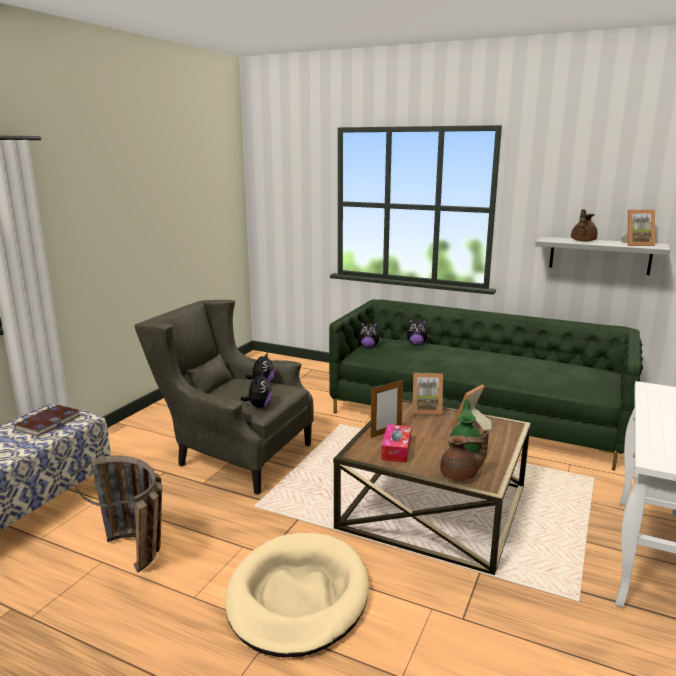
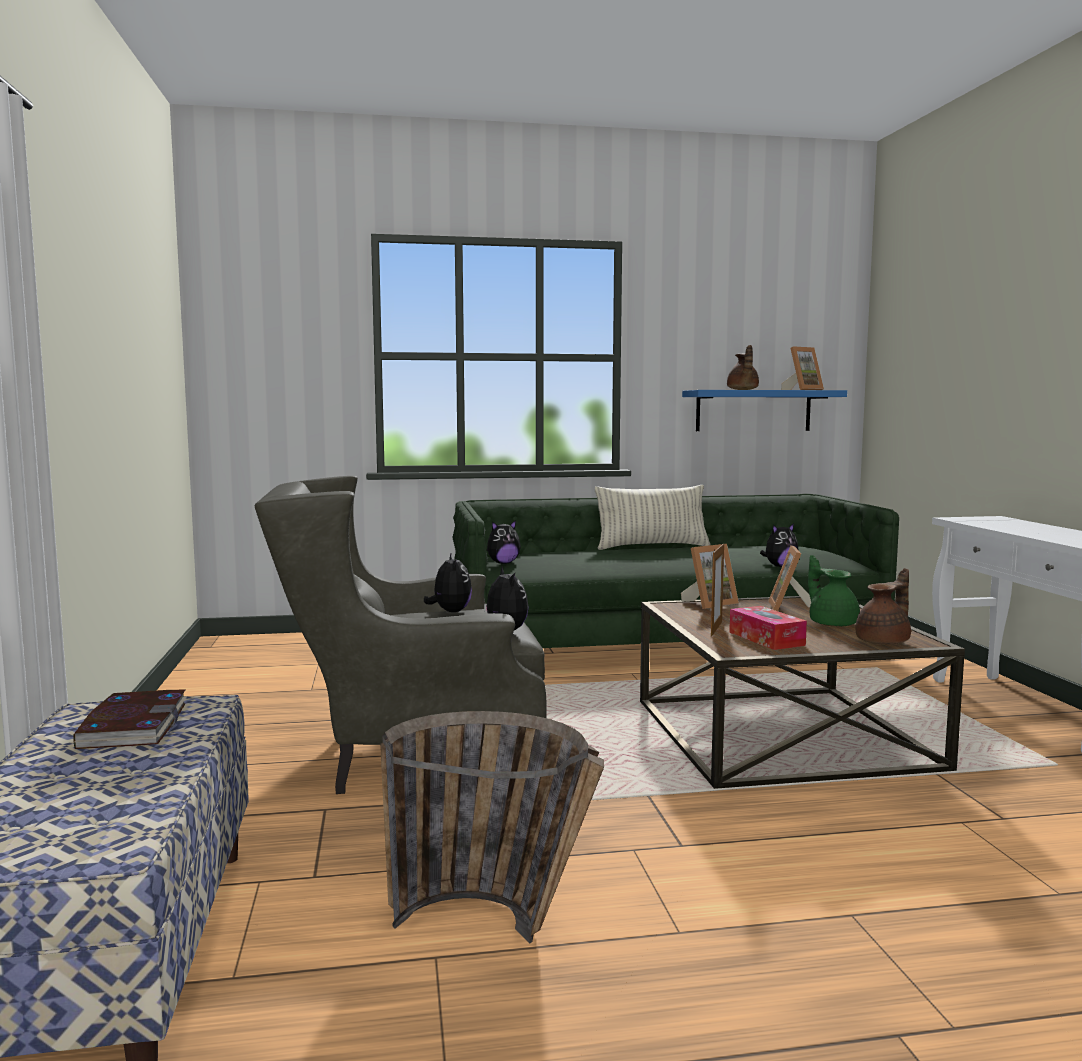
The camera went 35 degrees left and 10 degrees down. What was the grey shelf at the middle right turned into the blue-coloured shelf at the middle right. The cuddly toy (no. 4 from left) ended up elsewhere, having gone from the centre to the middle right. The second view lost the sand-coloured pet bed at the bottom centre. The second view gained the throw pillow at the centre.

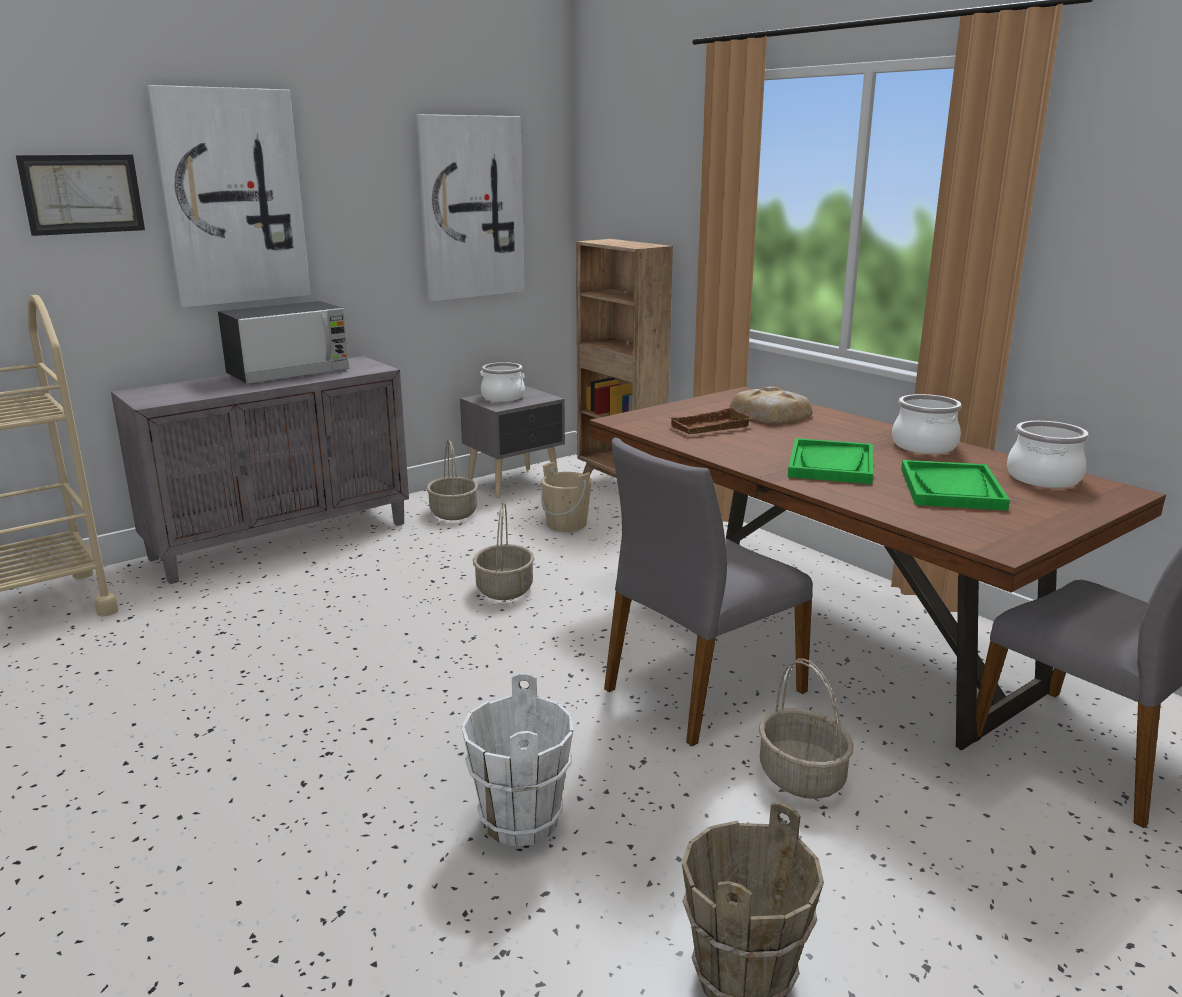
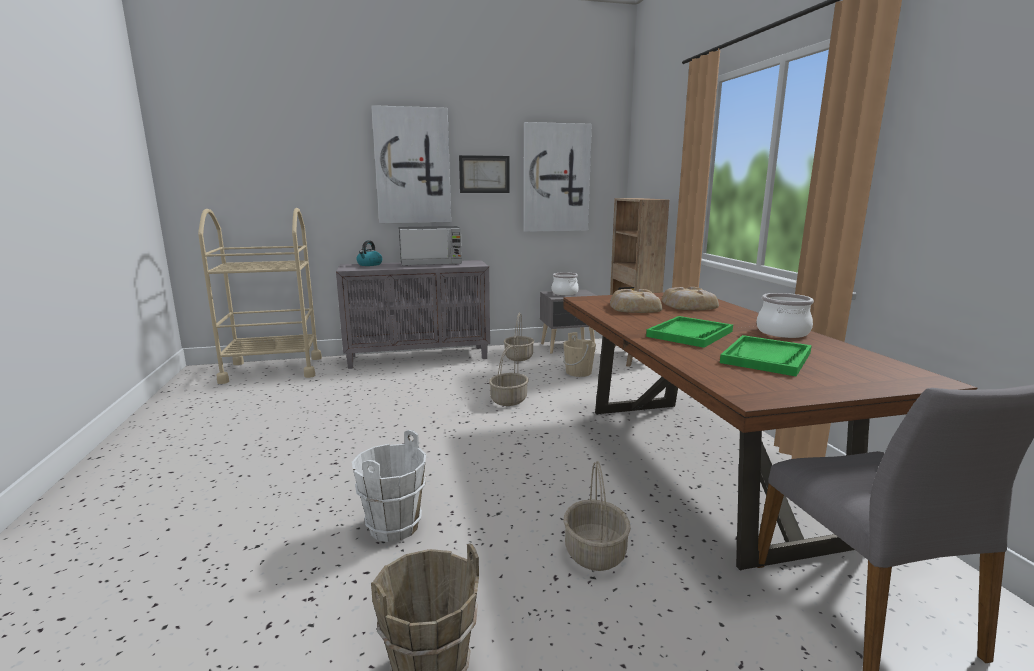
The camera went 25 degrees right and 5 degrees down. The picture (no. 1 from left in the first image) ended up elsewhere, having gone from the top left to the top centre. Where the brown-coloured carrying tray stood at the centre, the bread (no. 1 from left) came to stand at the centre. The second view lost the saucepot (no. 3 from left) at the middle right. The second view lost the grey upright chair (no. 1 from left) at the centre. The second view gained the tea kettle at the centre.

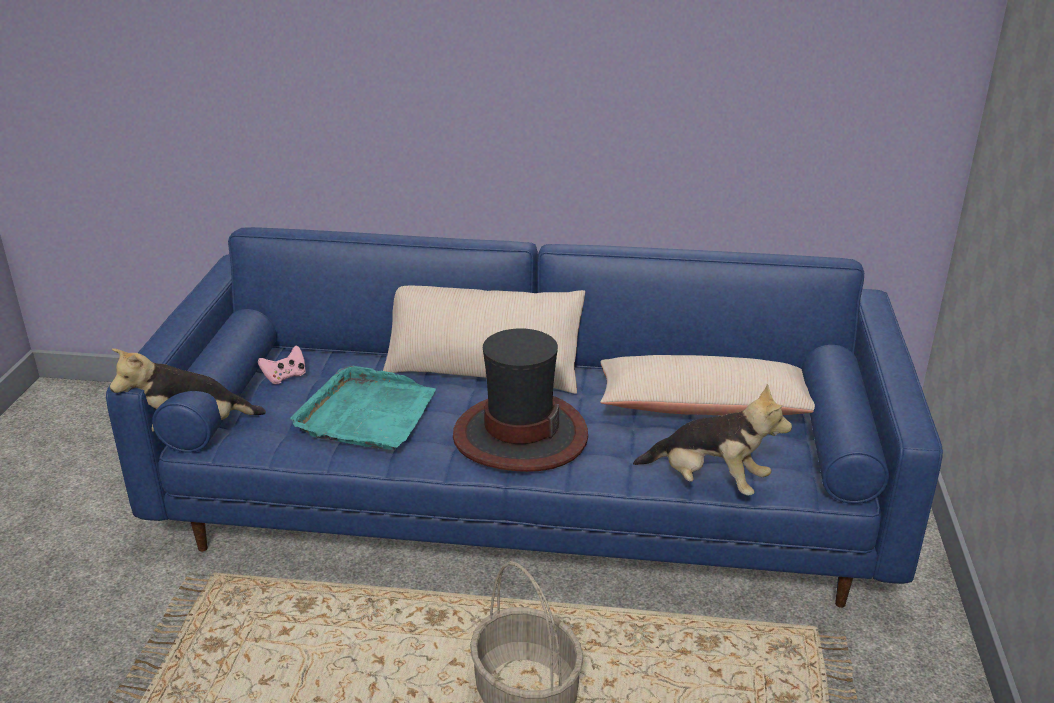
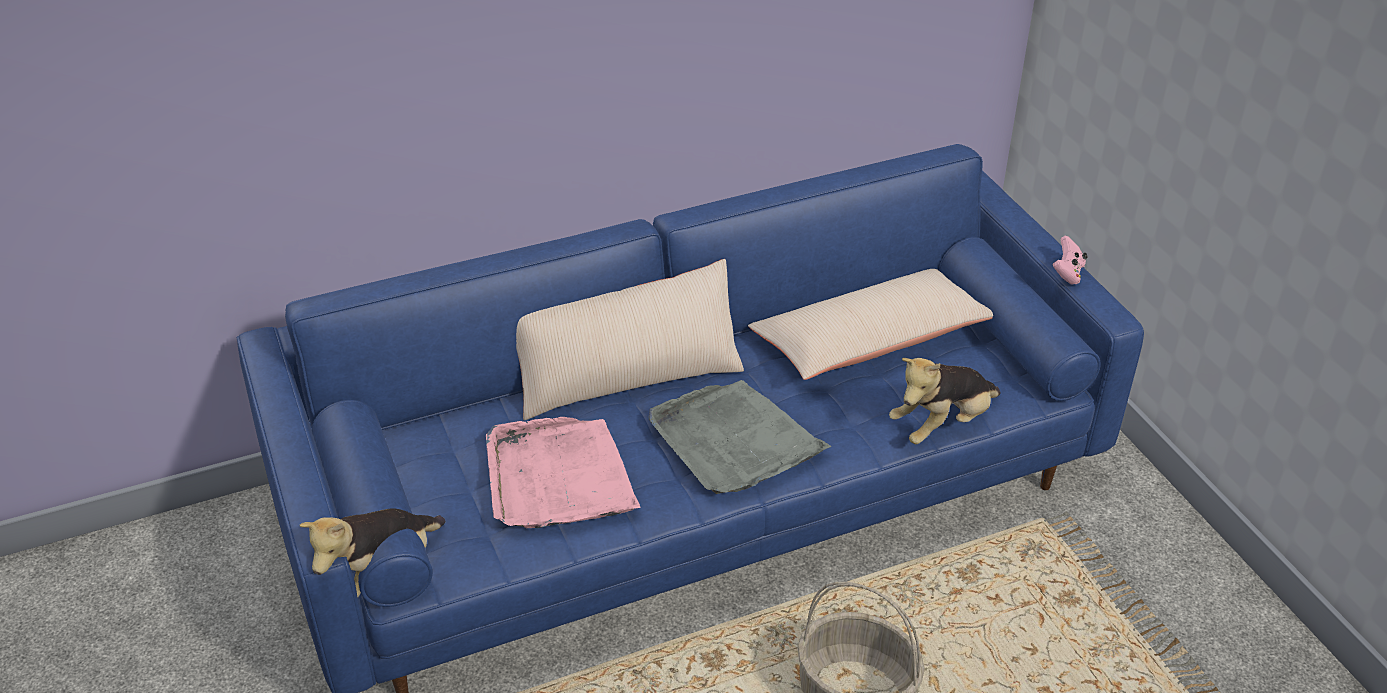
The camera went 30 degrees left and 10 degrees up. Where the hat stood at the centre, the grey carrying tray came to stand at the centre. The pinkish gamepad ended up elsewhere, having gone from the middle left to the middle right. What was the turquoise-coloured carrying tray at the centre turned into the pinkish carrying tray at the bottom centre. The cuddly toy (no. 2 from left) at the middle right ended up facing another way, 150 degrees clockwise from before.

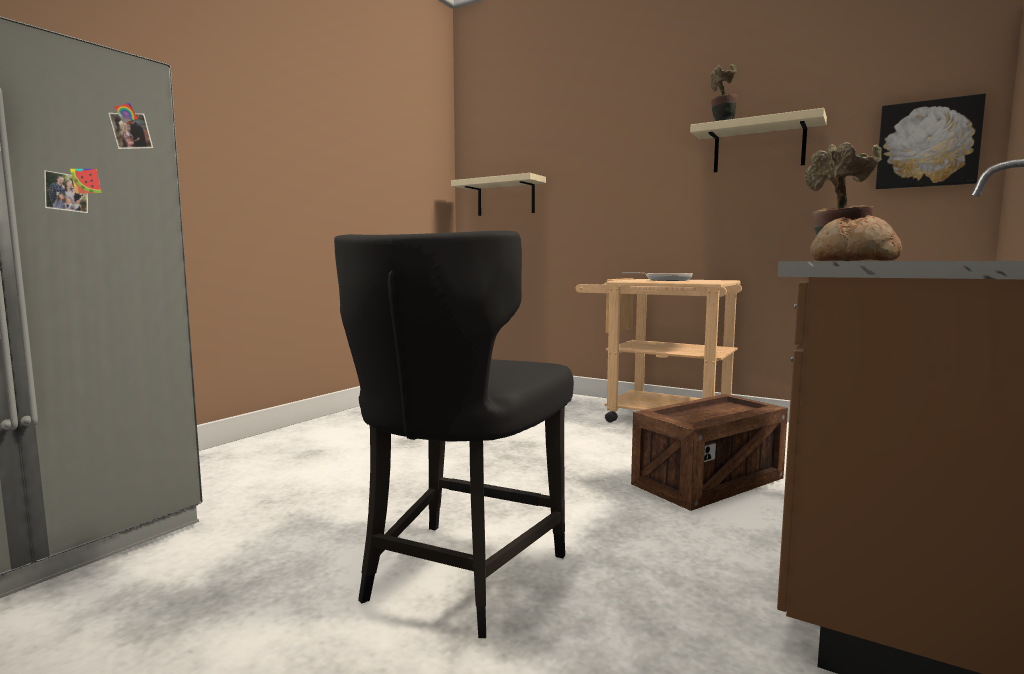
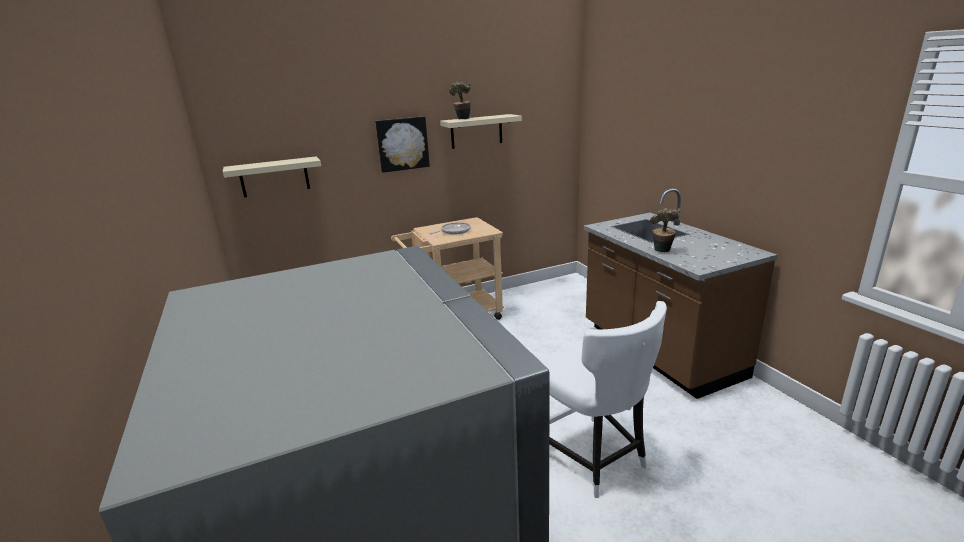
The camera went 55 degrees left and 15 degrees up. The picture ended up elsewhere, having gone from the top right to the top centre. The second view lost the bread at the middle right. What was the blackish upright chair at the centre turned into the white-coloured upright chair at the bottom centre. The second view lost the shipping crate at the bottom right.

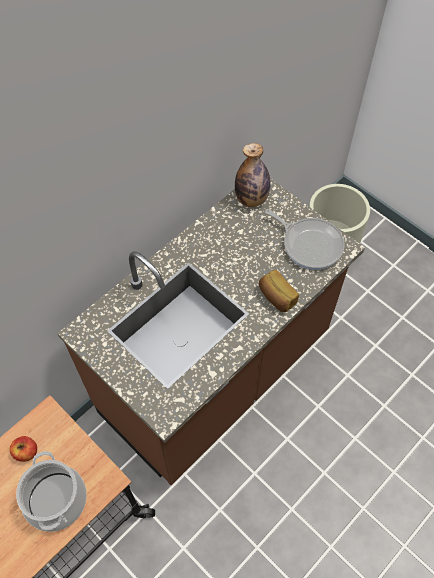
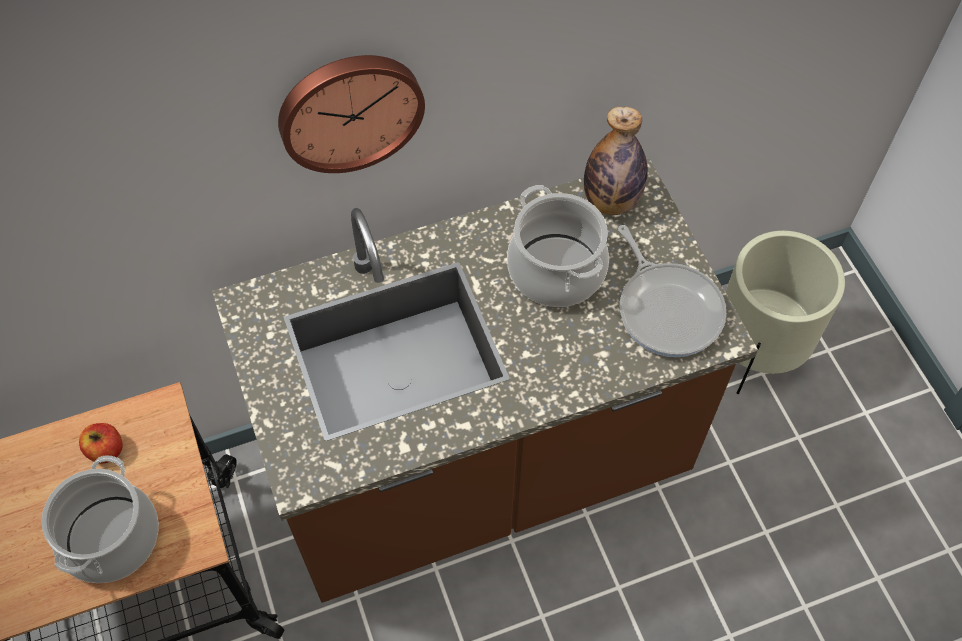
The camera went 25 degrees right and 0 degrees up. The second view lost the bread at the centre. The second view gained the clock on the wall at the top centre. The second view gained the saucepot (no. 2 from left) at the centre.

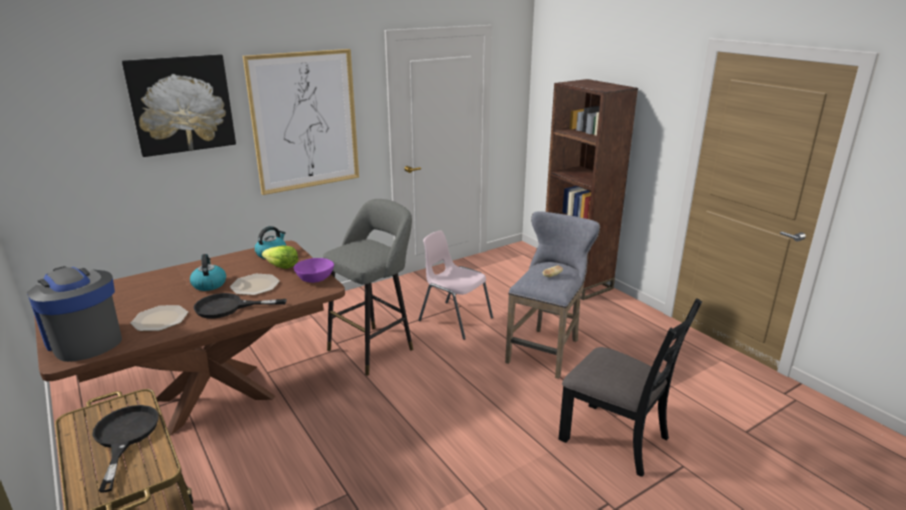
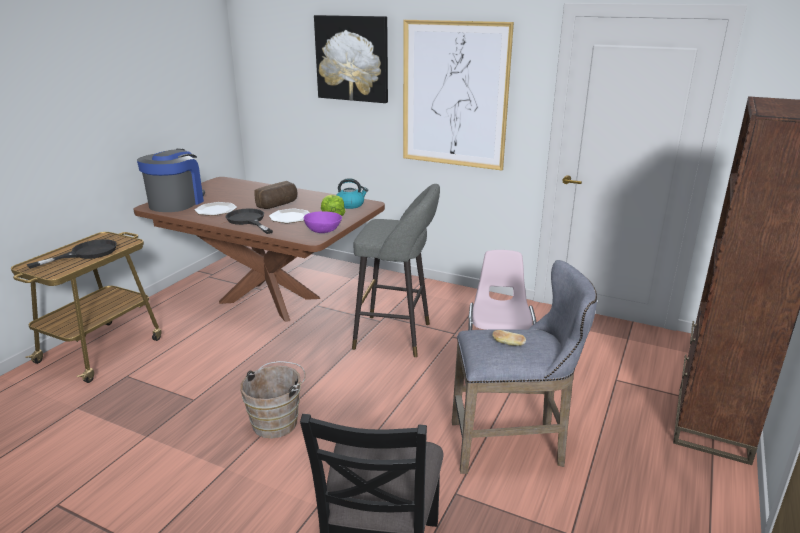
The camera went 60 degrees right and 0 degrees up. Where the tea kettle (no. 1 from left) stood at the middle left, the bread (no. 1 from left) came to stand at the centre. The second view gained the brown-coloured bucket at the bottom centre.

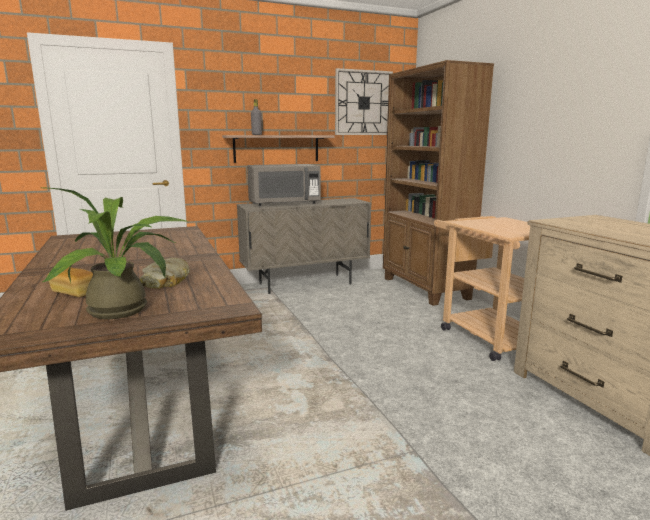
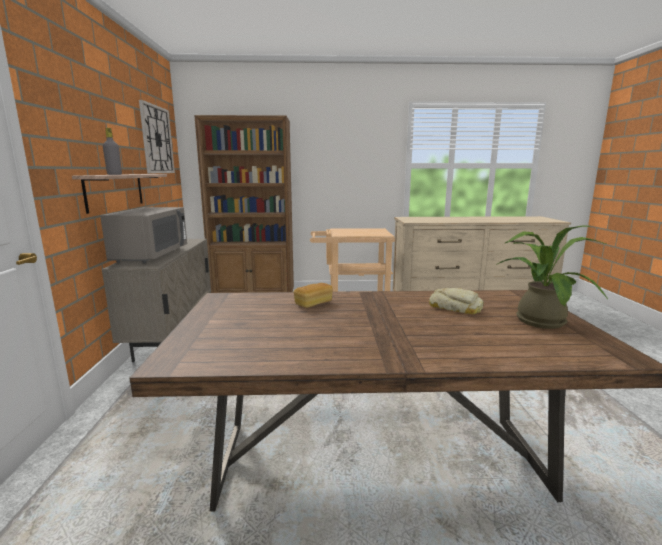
The camera went 70 degrees left and 0 degrees up. The bread (no. 1 from left) ended up elsewhere, having gone from the middle left to the centre.

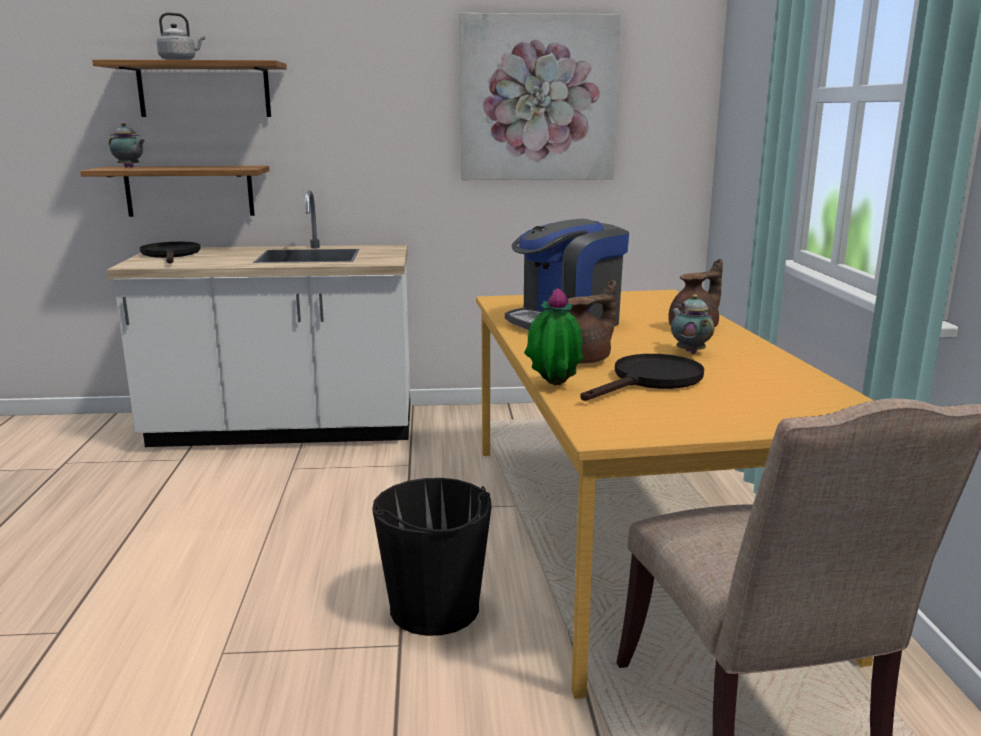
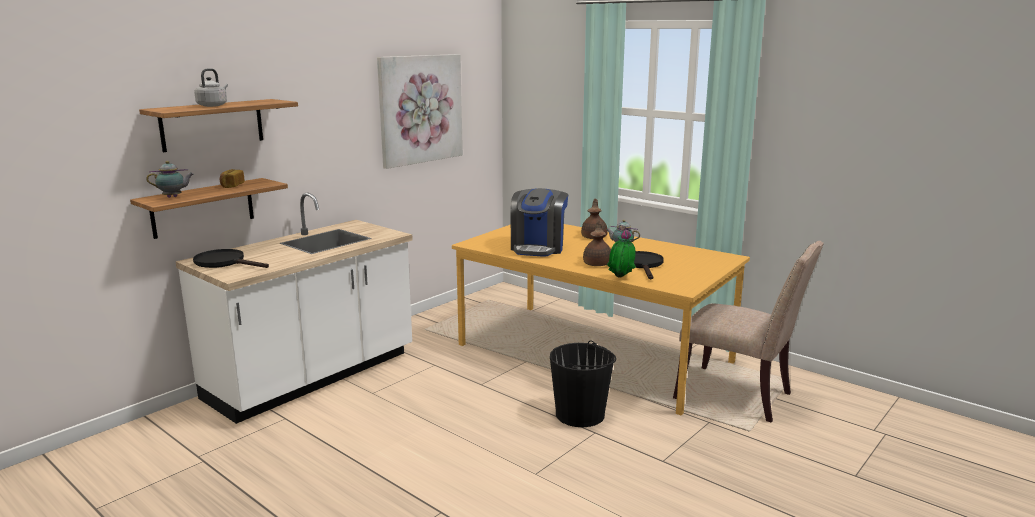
The camera went 45 degrees left and 0 degrees up. The second view gained the bread at the middle left.

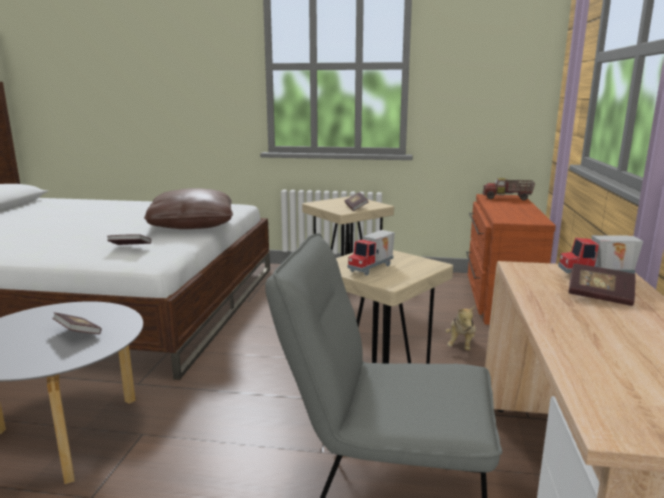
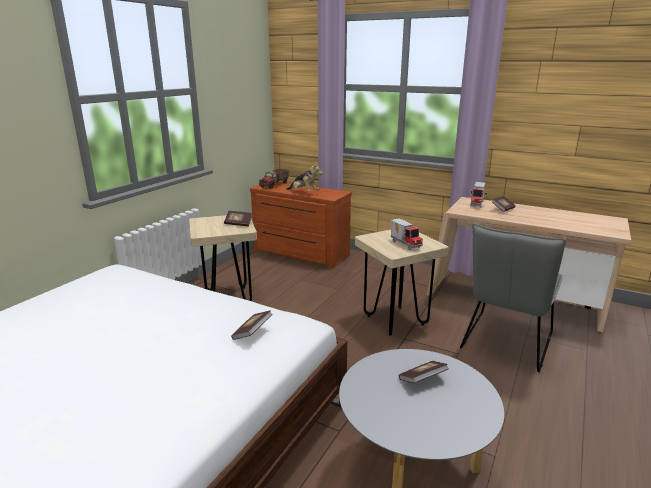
The camera went 70 degrees left and 5 degrees up. The second view lost the brown-coloured throw pillow at the middle left. The cuddly toy ended up elsewhere, having gone from the middle right to the centre.

